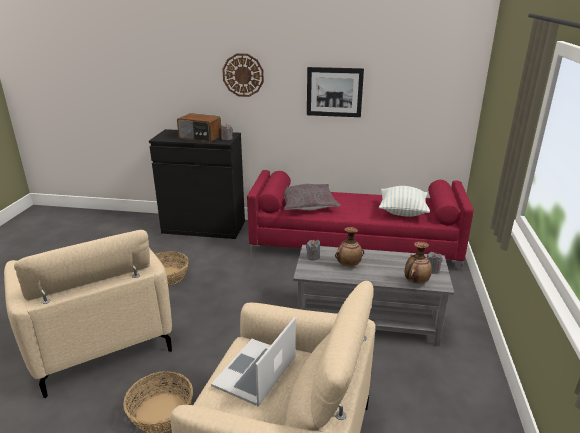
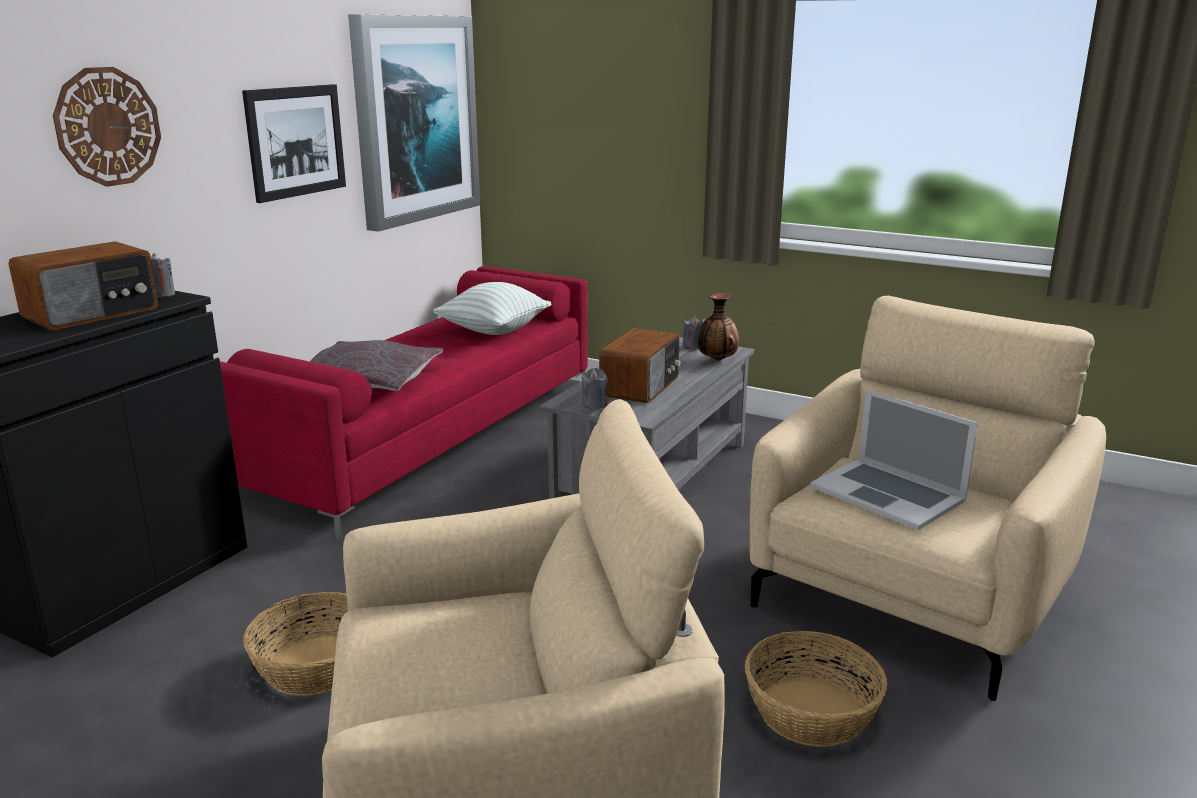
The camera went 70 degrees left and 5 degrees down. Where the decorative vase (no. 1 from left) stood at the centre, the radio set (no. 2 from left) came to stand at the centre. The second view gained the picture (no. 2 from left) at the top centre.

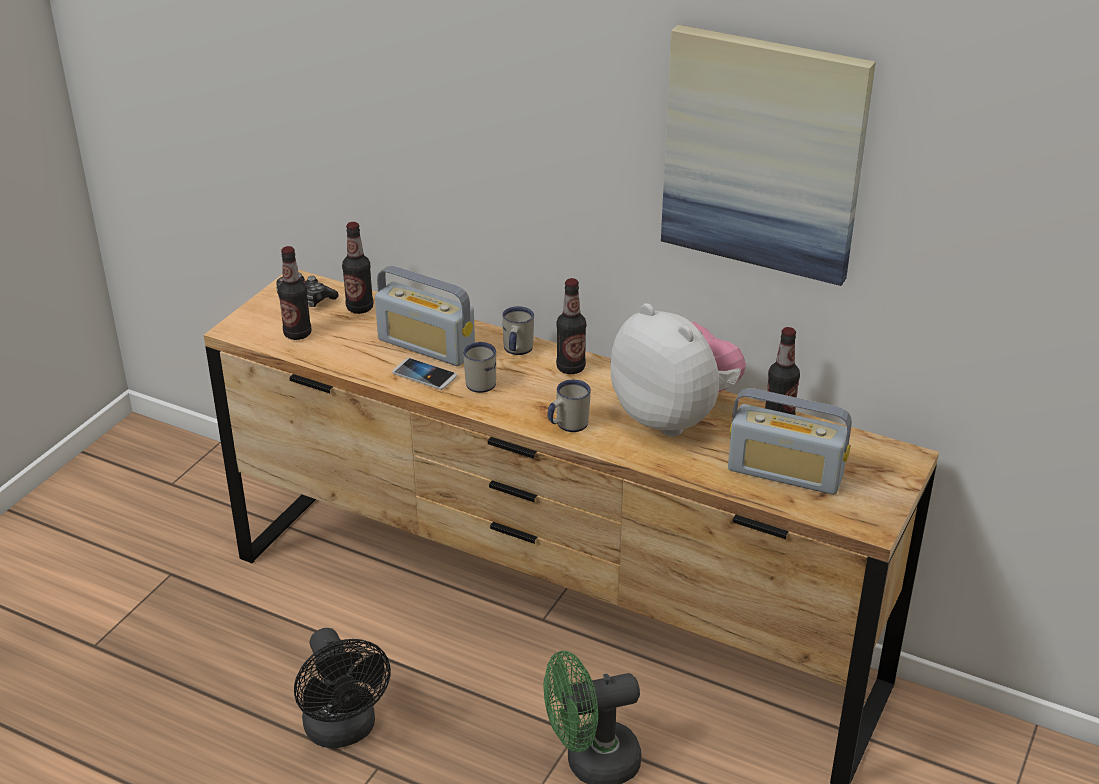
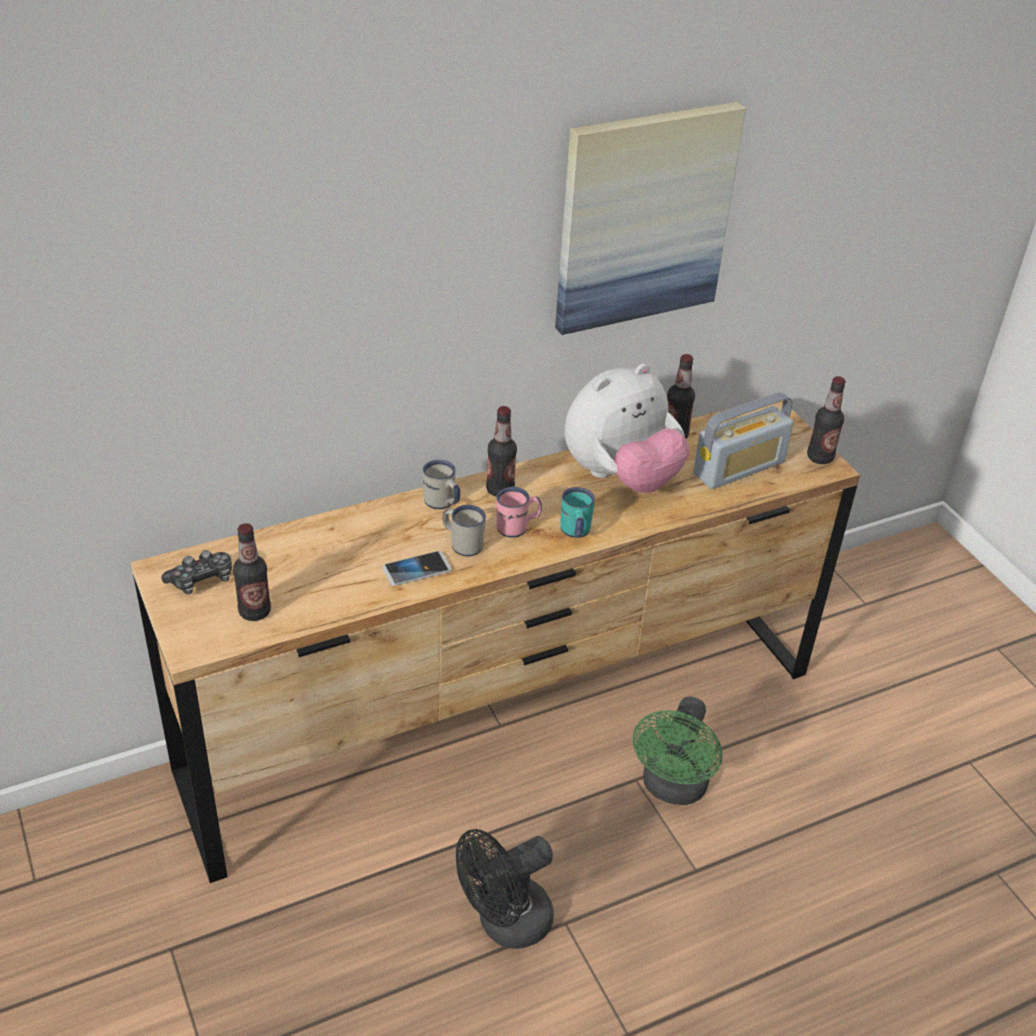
The camera went 55 degrees left and 5 degrees up. The drink bottle (no. 2 from left in the first image) ended up elsewhere, having gone from the middle left to the middle right. The second view lost the radio set (no. 1 from left) at the centre. The cuddly toy at the centre ended up facing another way, 150 degrees clockwise from before. What was the white-coloured coffee mug (no. 3 from left) at the centre turned into the turquoise-coloured coffee mug at the centre. The blackish electric fan at the bottom left ended up facing another way, 135 degrees clockwise from before. The second view gained the pinkish coffee mug at the centre.

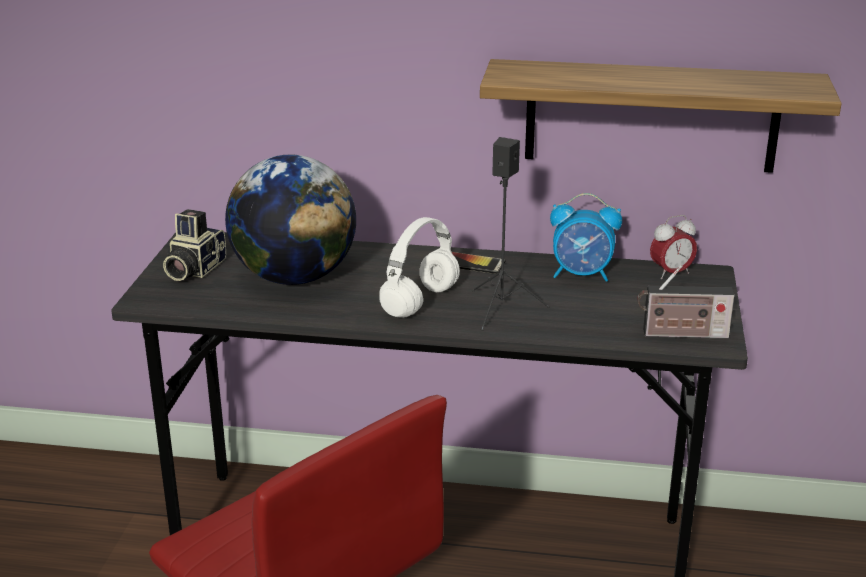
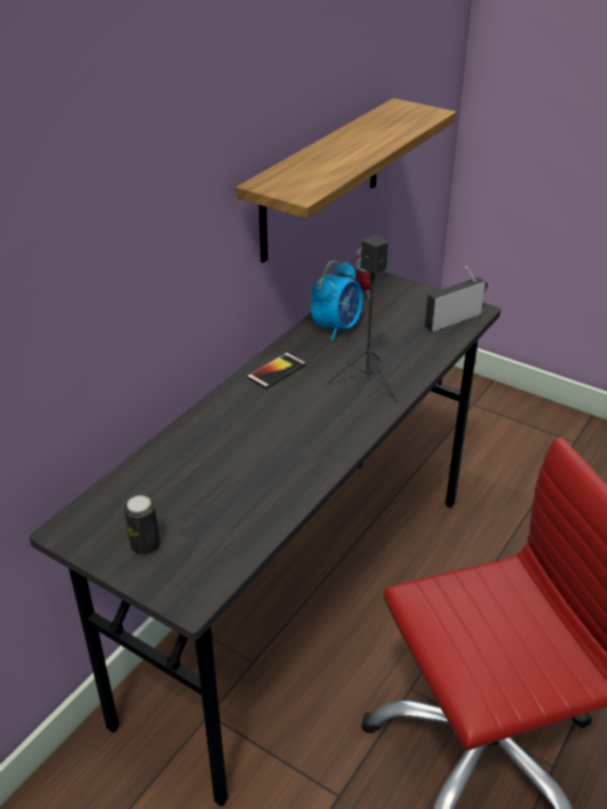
The camera went 65 degrees left and 10 degrees up. The second view lost the globe at the centre. Where the photo camera stood at the middle left, the can came to stand at the middle left. The second view lost the white-coloured headphones at the centre. The radio set at the middle right ended up facing another way, 150 degrees counterclockwise from before.

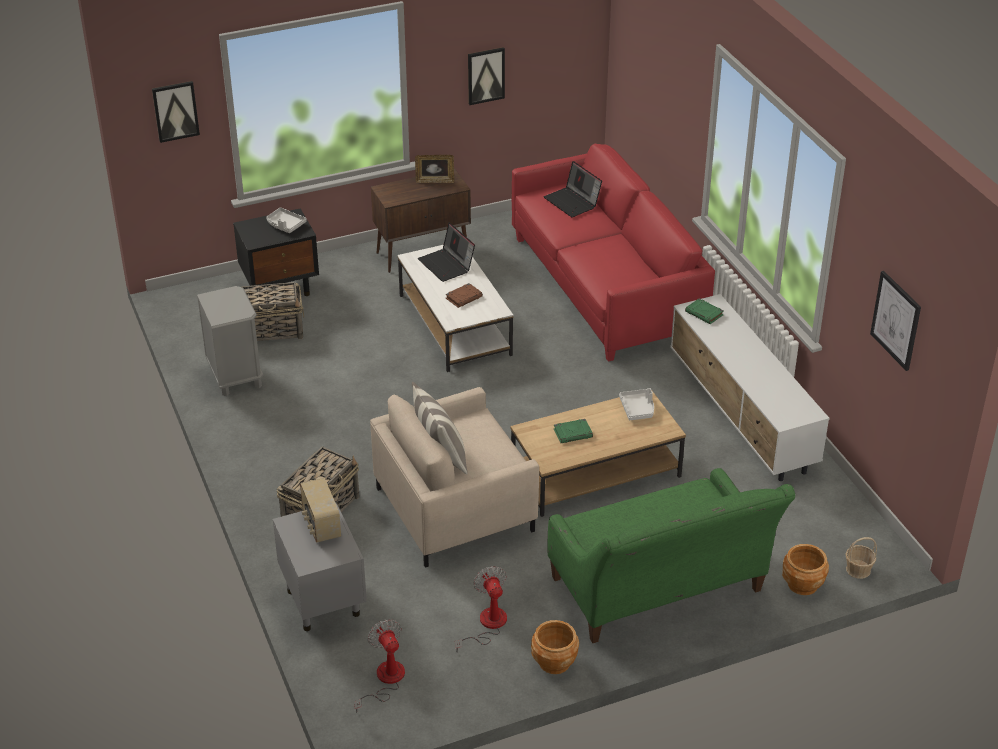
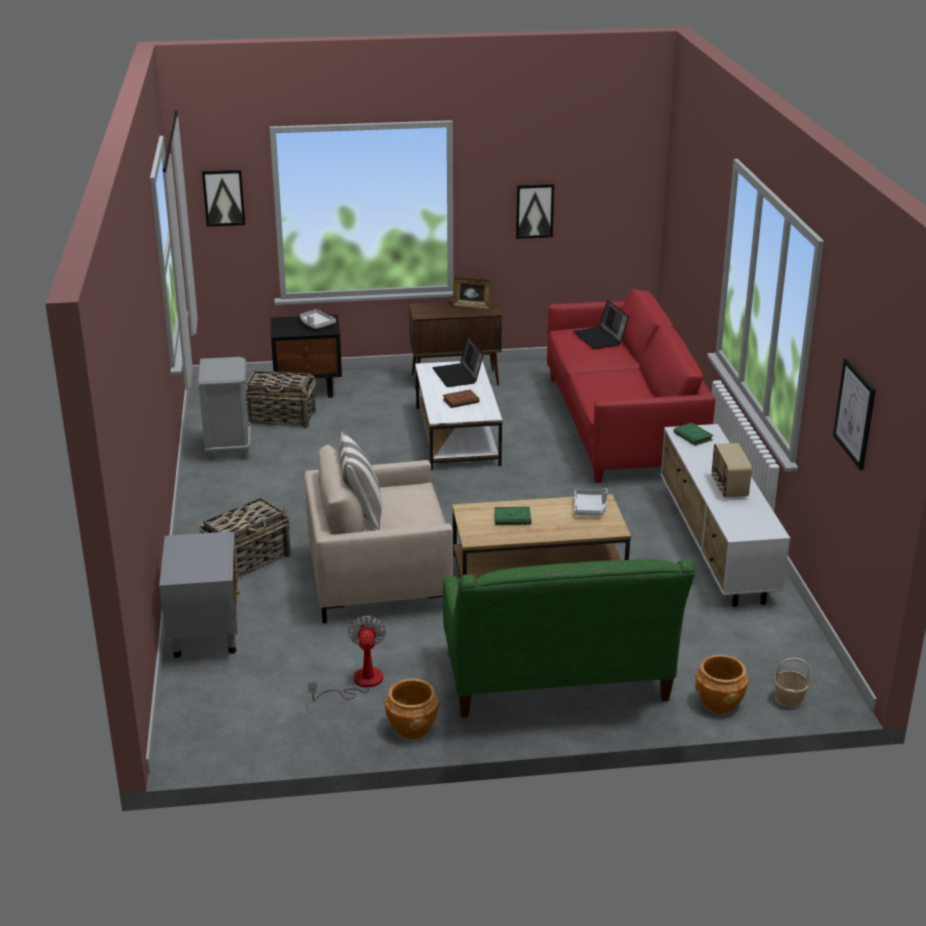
The camera went 15 degrees right and 10 degrees down. The radio set ended up elsewhere, having gone from the bottom left to the middle right. The second view lost the electric fan (no. 1 from left) at the bottom centre.

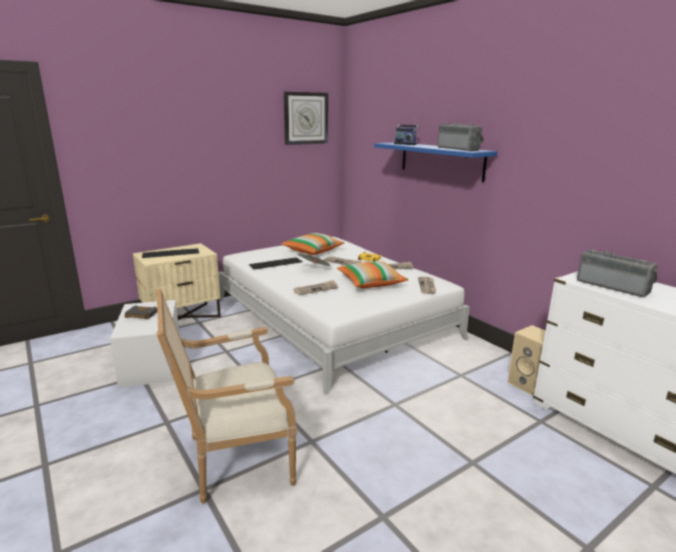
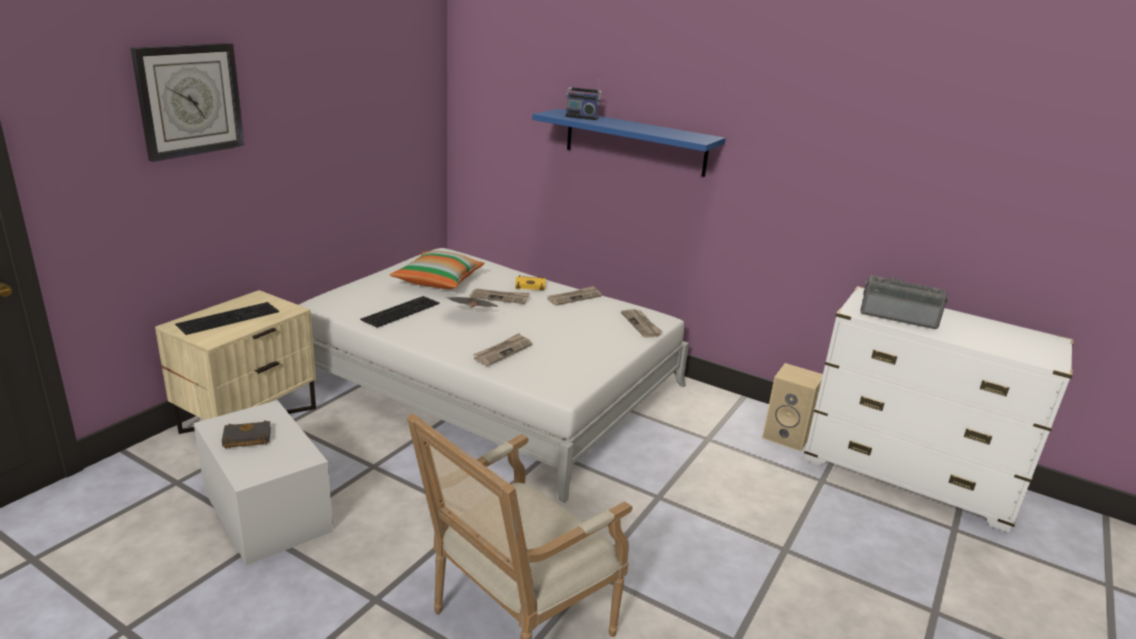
The camera went 25 degrees left and 5 degrees up. The clock on the wall ended up elsewhere, having gone from the top centre to the top left. The second view lost the radio set (no. 2 from left) at the top right. The second view lost the throw pillow (no. 2 from left) at the centre.

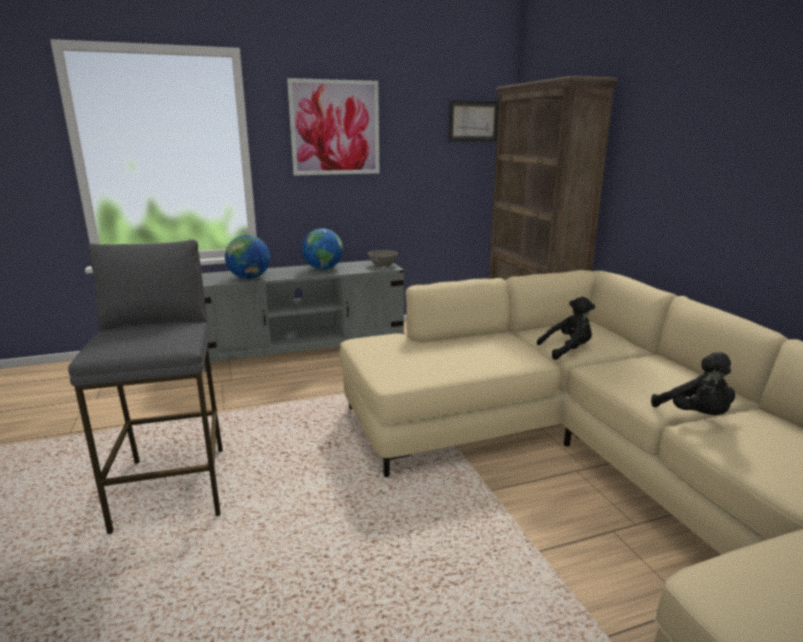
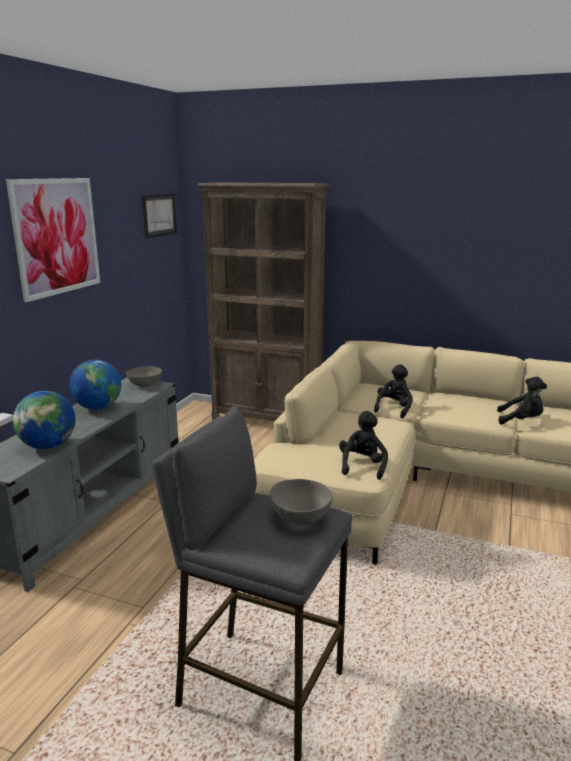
The camera went 50 degrees left and 0 degrees up. The second view gained the blackish cuddly toy (no. 1 from left) at the centre. The second view gained the grey bowl (no. 2 from left) at the centre.

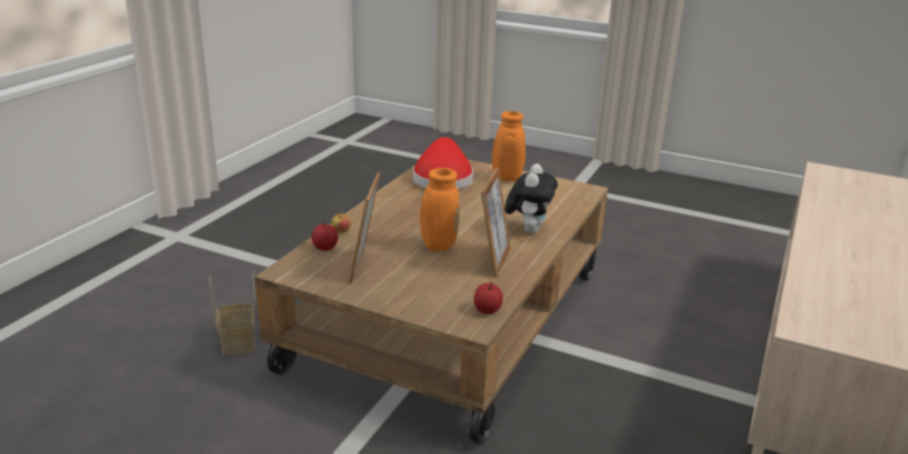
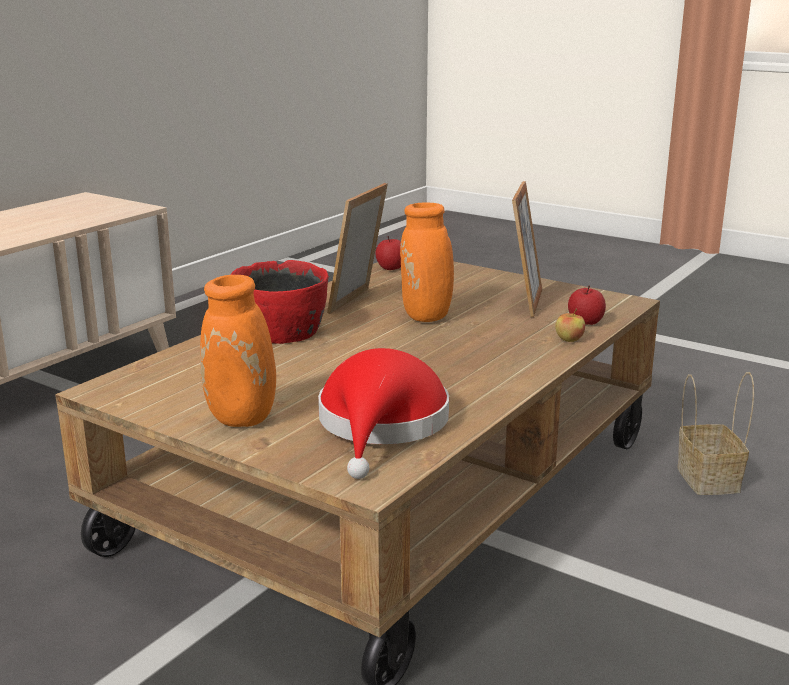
The camera went 170 degrees left and 5 degrees down. Where the cuddly toy stood at the centre, the reddish bowl came to stand at the centre.

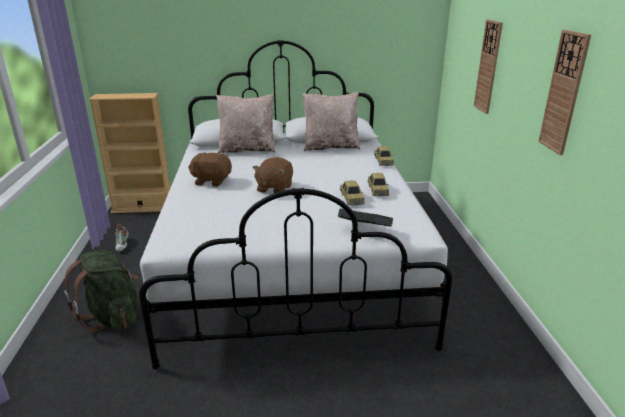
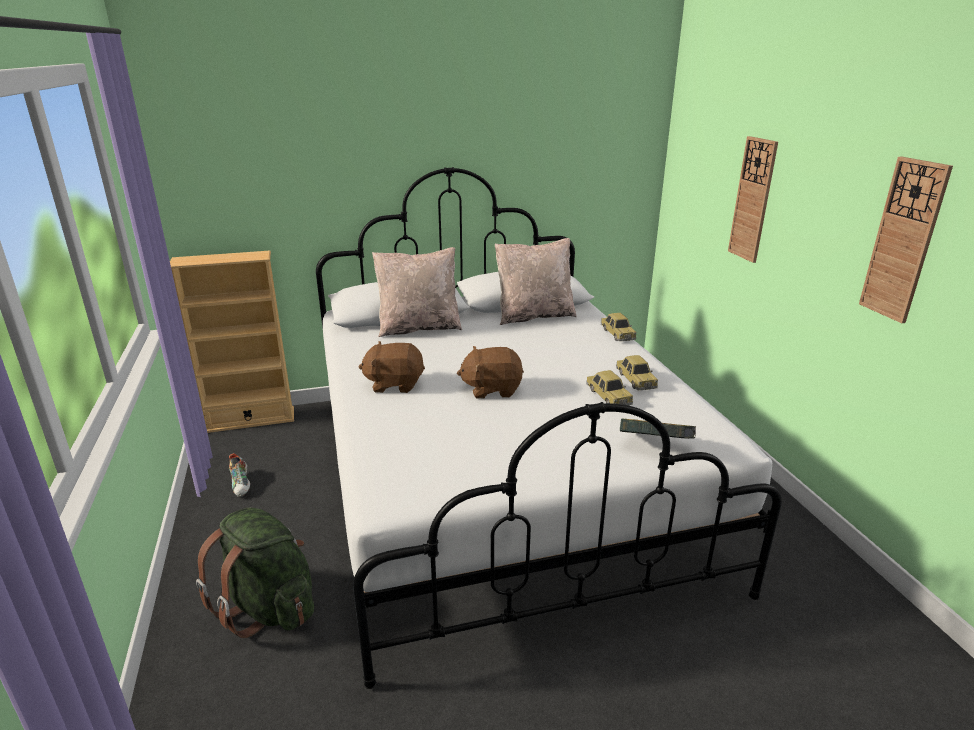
The camera went 10 degrees left and 0 degrees up. The brown-coloured cuddly toy (no. 2 from left) at the centre ended up facing another way, 75 degrees clockwise from before.

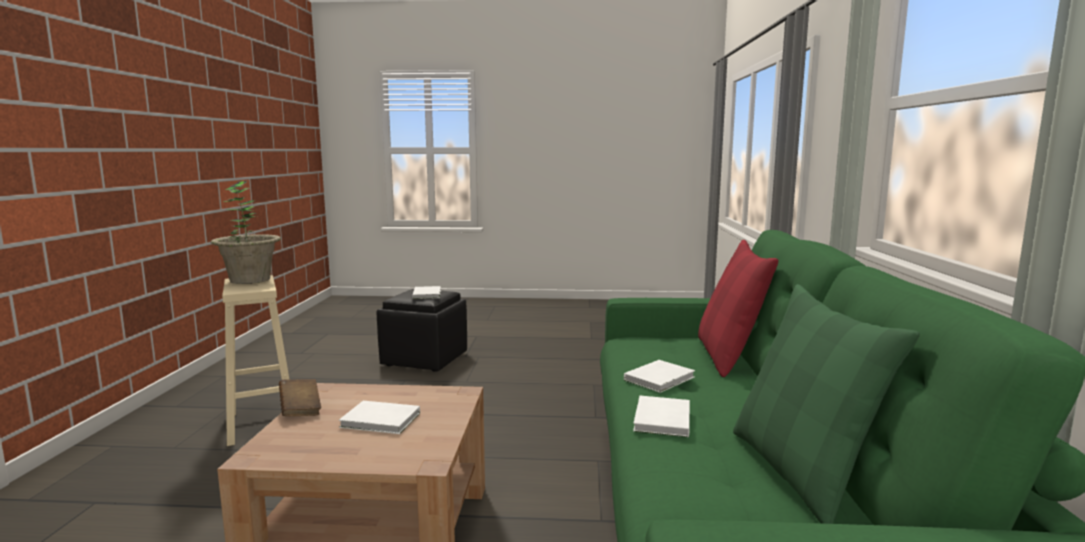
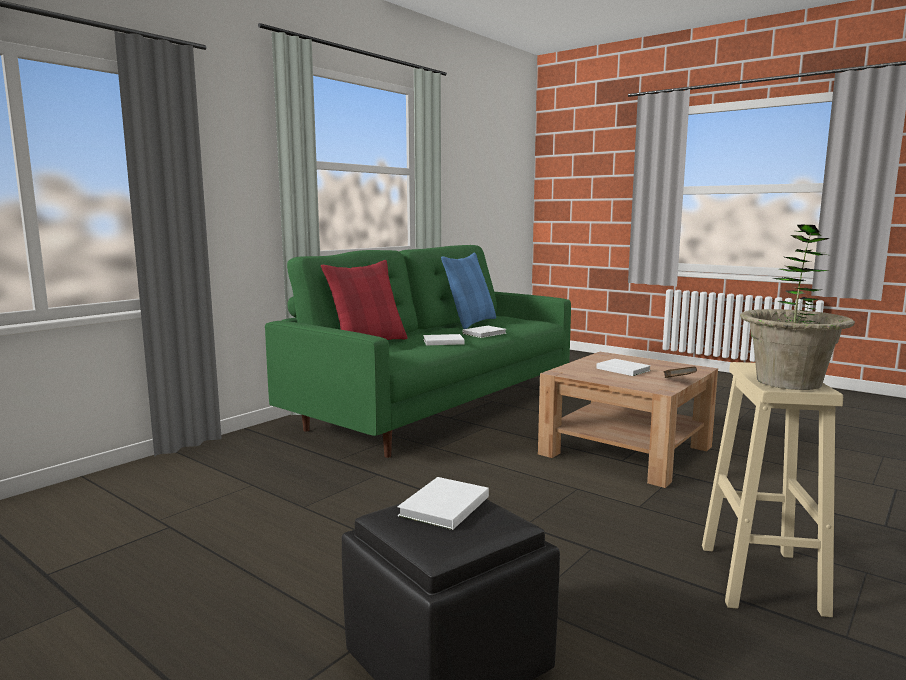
The camera went 145 degrees left and 0 degrees up. What was the green-coloured throw pillow at the bottom right turned into the blue-coloured throw pillow at the centre.

